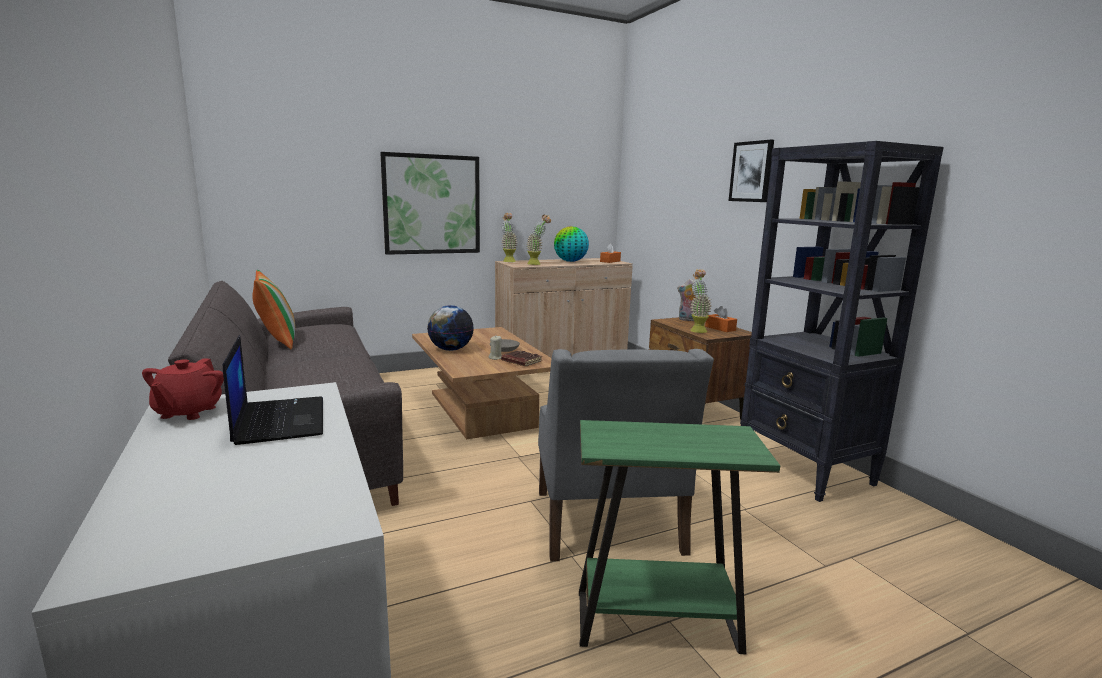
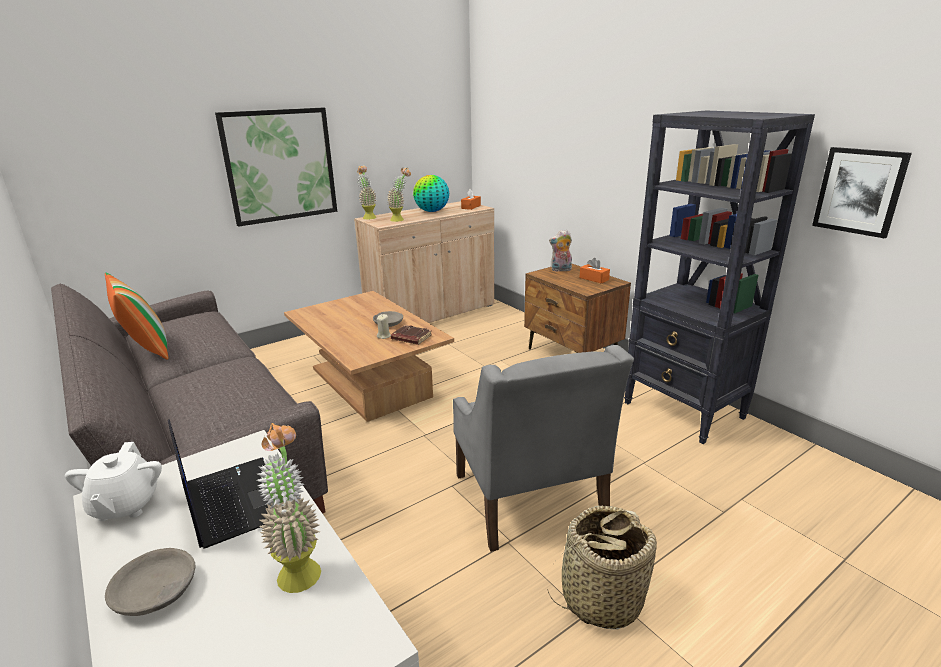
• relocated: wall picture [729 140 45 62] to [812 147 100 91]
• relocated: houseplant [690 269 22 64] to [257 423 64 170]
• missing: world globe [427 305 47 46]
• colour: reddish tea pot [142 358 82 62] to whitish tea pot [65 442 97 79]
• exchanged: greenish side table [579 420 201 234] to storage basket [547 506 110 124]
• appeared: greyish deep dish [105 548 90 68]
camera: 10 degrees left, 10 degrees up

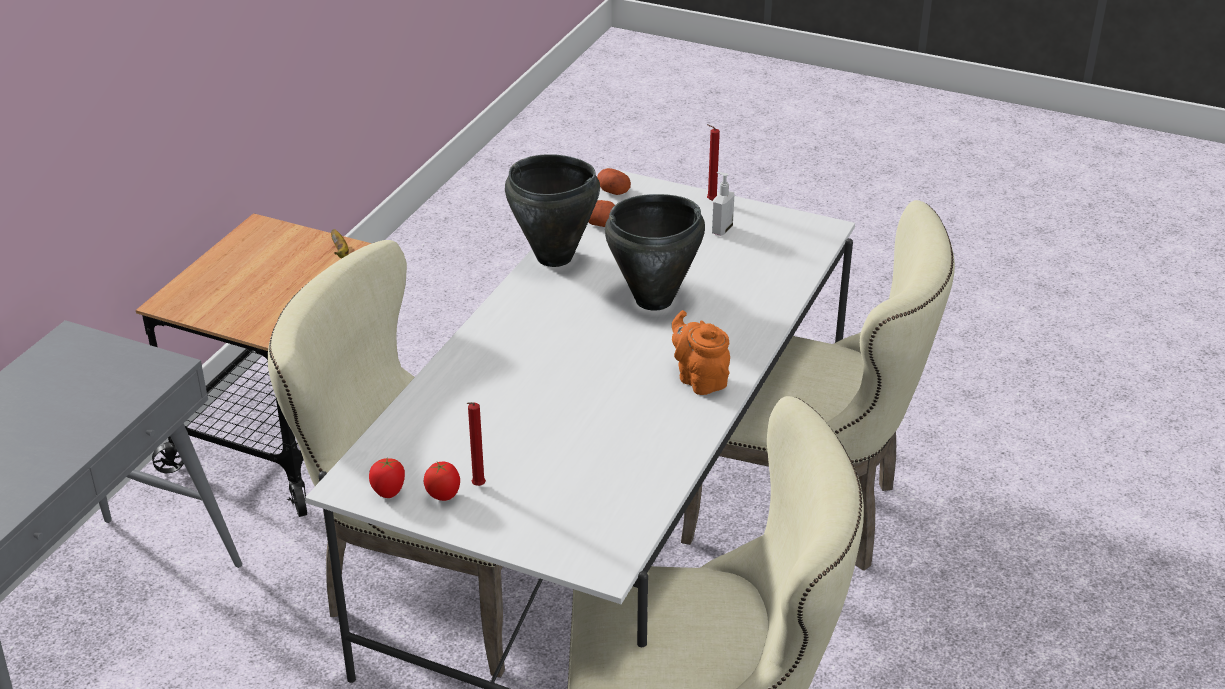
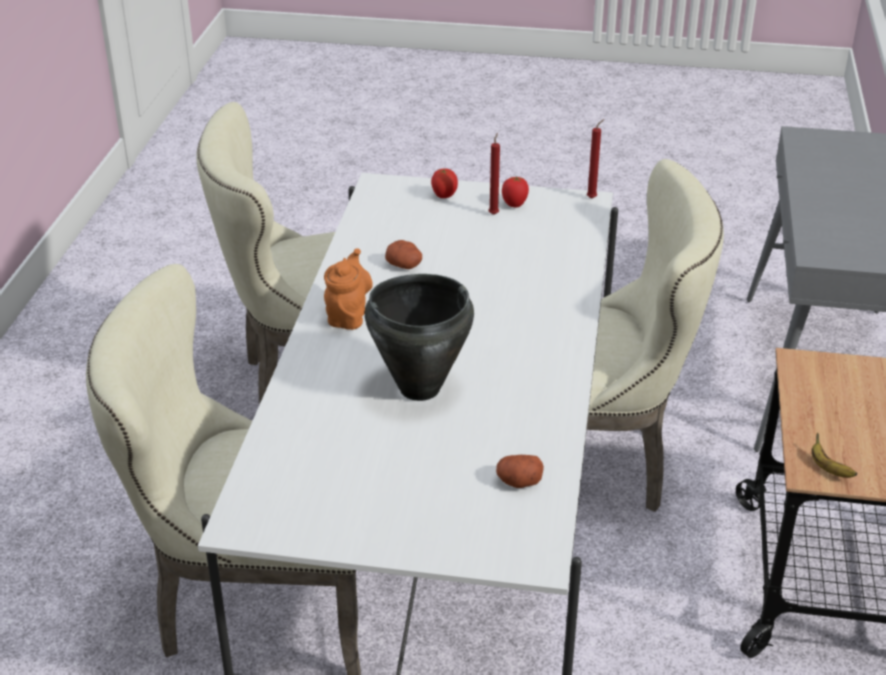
• relocated: reddish candle [707 124 13 77] to [587 119 17 80]
• missing: blackish stockpot [505 154 95 113]
• relocated: potato [597 168 34 27] to [385 240 37 29]
• missing: soap bottle [712 172 22 64]
• spun: orange-coloured tea pot [672 310 58 85] = [324 248 49 82] 120 degrees counterclockwise
• relocated: tomato [369 458 36 40] to [431 168 27 30]
camera: 165 degrees right, 0 degrees up

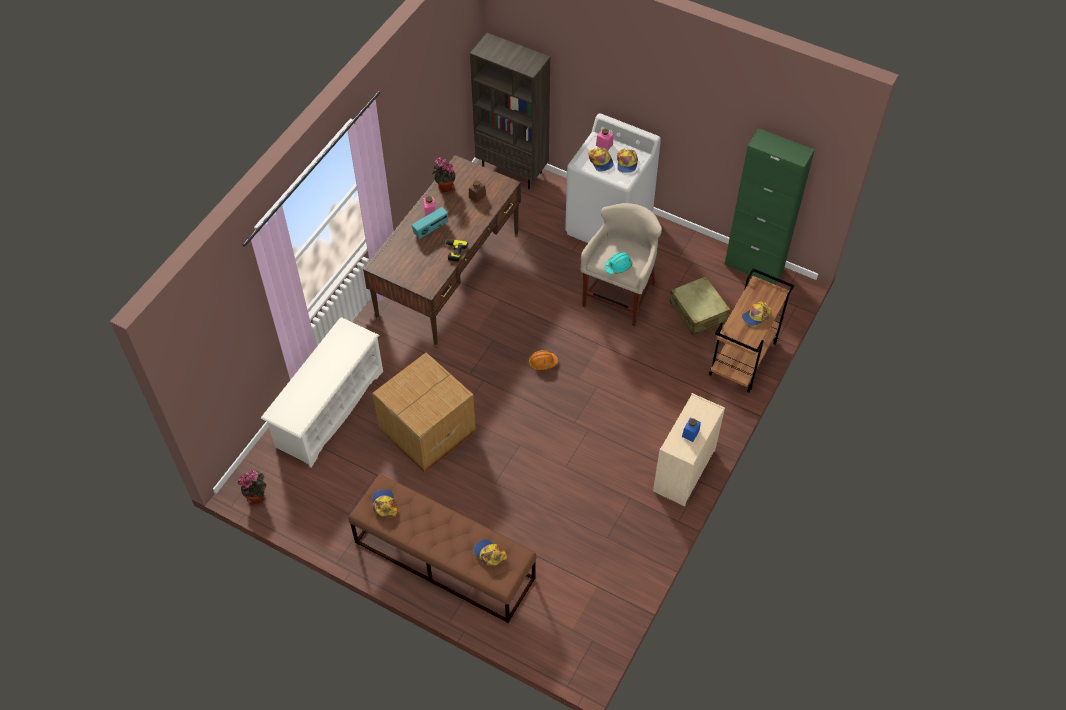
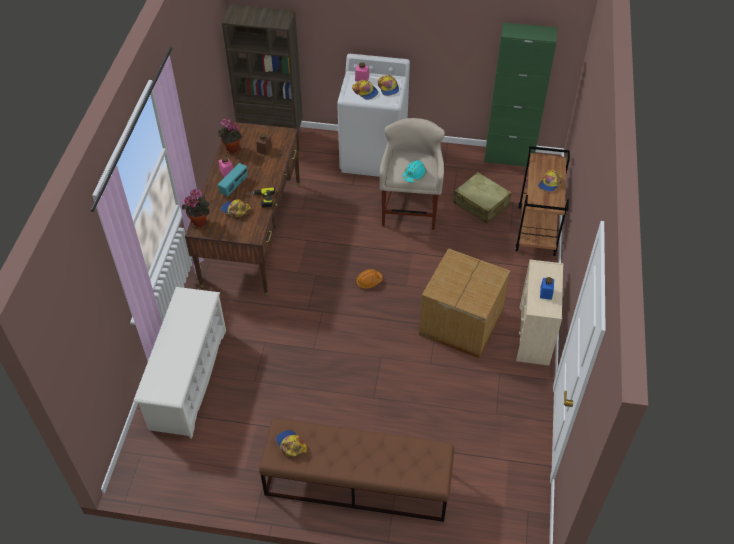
• relocated: packing box [372 352 104 121] to [419 248 91 110]
• relocated: houseplant [238 470 29 35] to [182 189 28 40]
• relocated: baseball cap [473 539 34 27] to [221 199 30 18]
camera: 20 degrees left, 5 degrees down

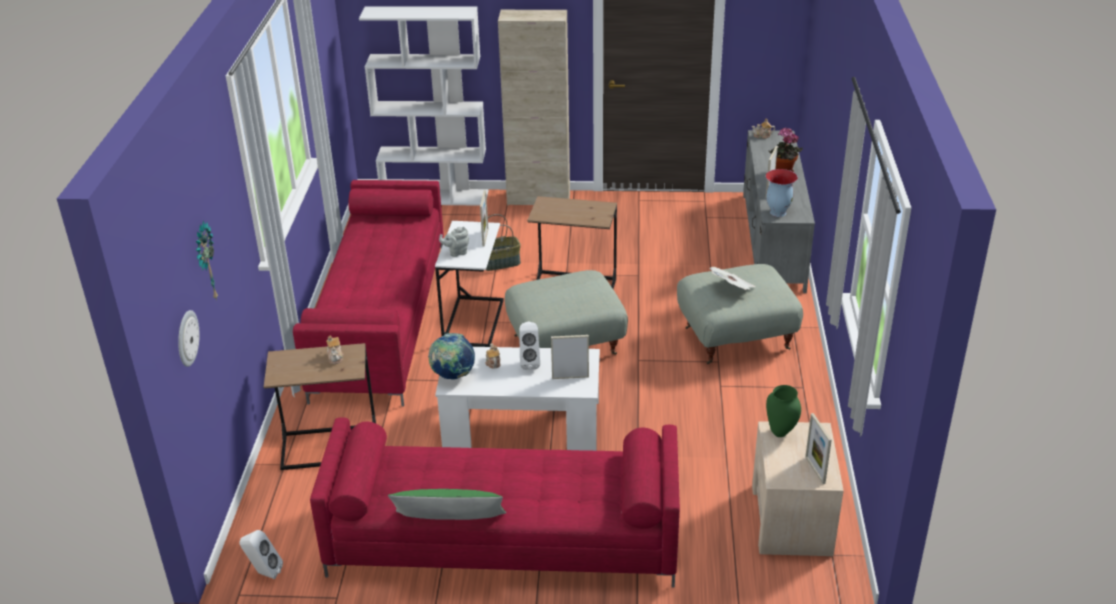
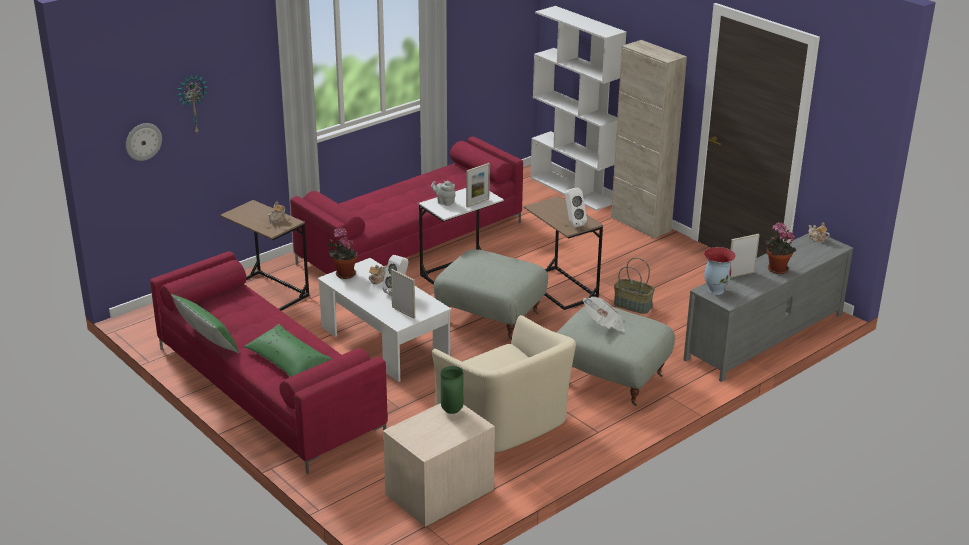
• relocated: storage basket [486 214 35 57] to [614 257 41 57]
• exchanged: world globe [428 333 47 46] to houseplant [328 227 29 52]
• missing: picture frame [805 413 27 71]
• relocated: whitish loudspeaker [239 530 44 49] to [565 188 22 39]
• appeared: sand-coloured armchair [432 315 144 138]
• appeared: greenish throw pillow [244 324 88 53]
camera: 45 degrees right, 5 degrees down

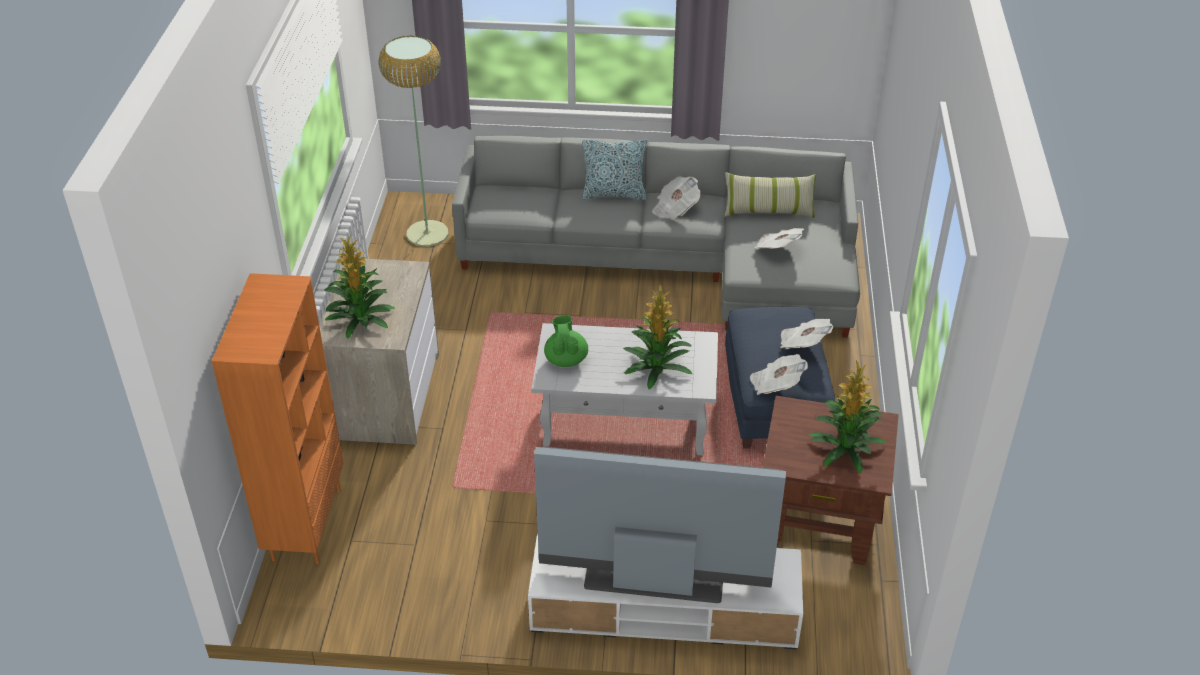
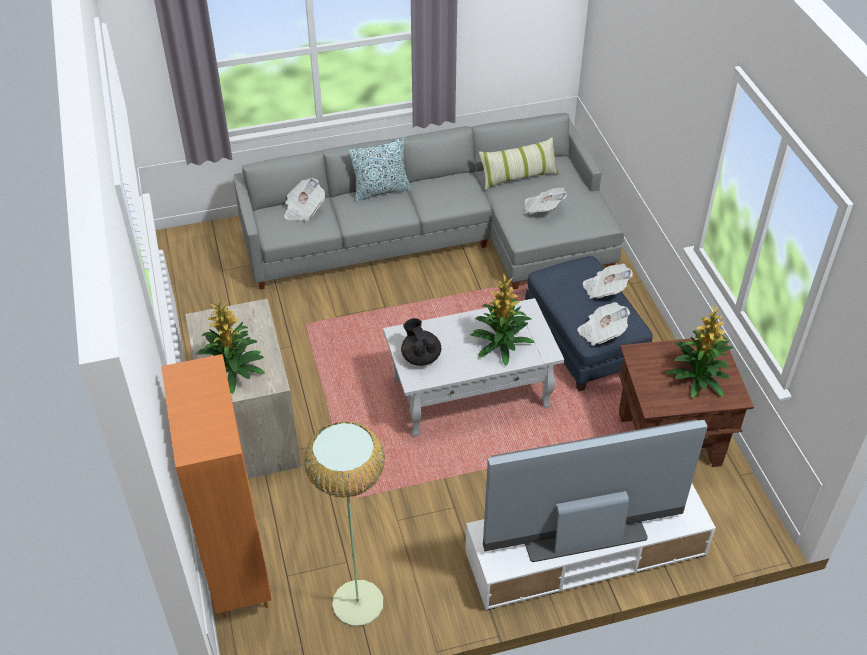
• relocated: standing lamp [379 35 70 212] to [304 421 81 206]
• relocated: newspaper [652 176 49 44] to [284 178 41 43]
• colour: greenish tea pot [544 315 44 52] to blackish tea pot [401 318 40 48]
camera: 20 degrees left, 5 degrees up

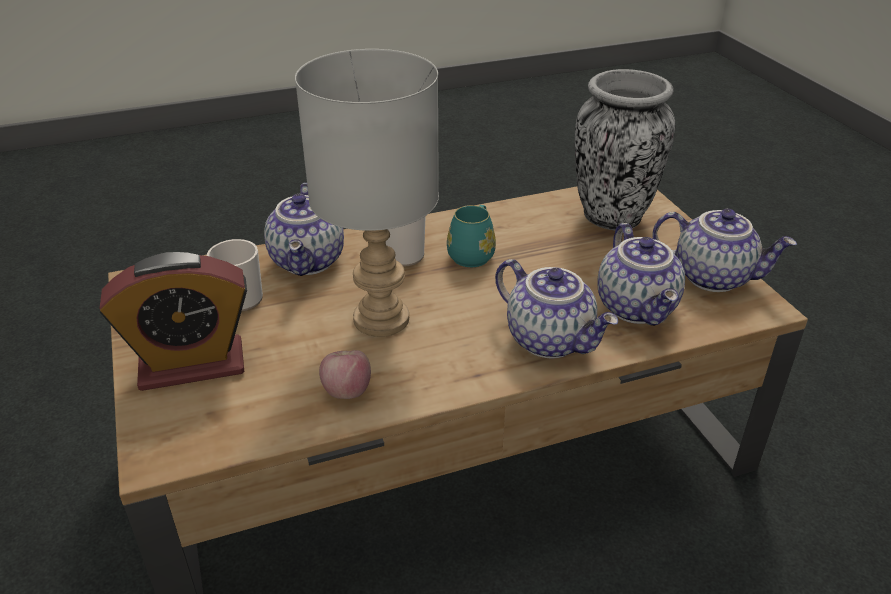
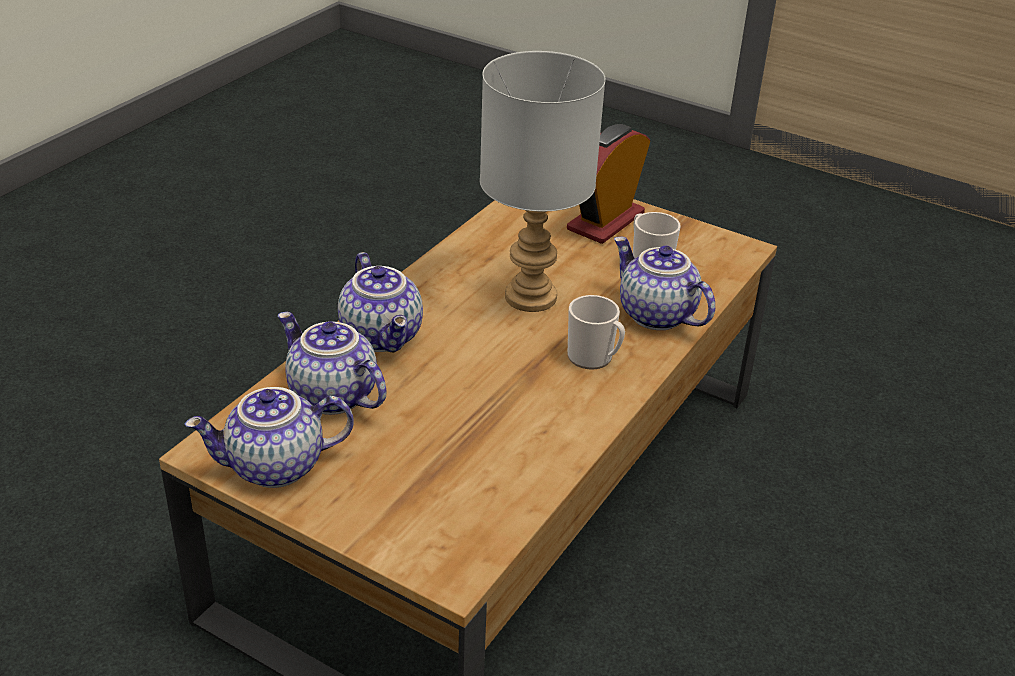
• missing: decorative vase [575 69 100 162]
• missing: blue-green mug [447 205 49 62]
• spun: tea pot [495 259 123 99] = [338 252 85 100] 120 degrees counterclockwise
• missing: whole apple [319 350 52 49]
camera: 140 degrees right, 0 degrees up

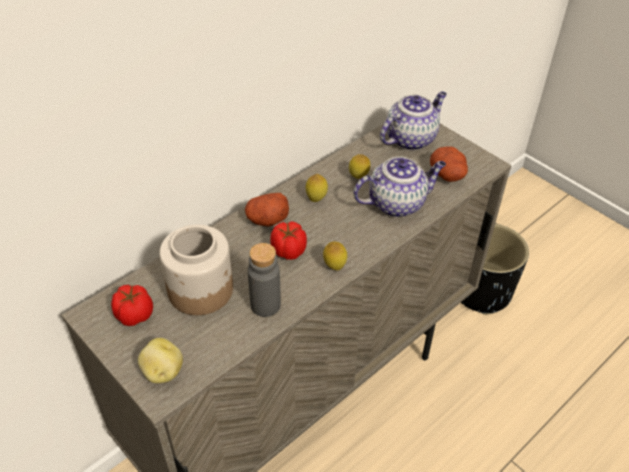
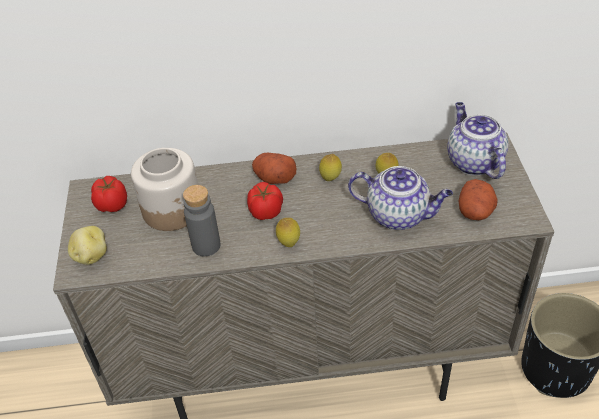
• spun: tea pot [380 91 67 59] = [447 102 61 77] 105 degrees counterclockwise
camera: 40 degrees right, 0 degrees up

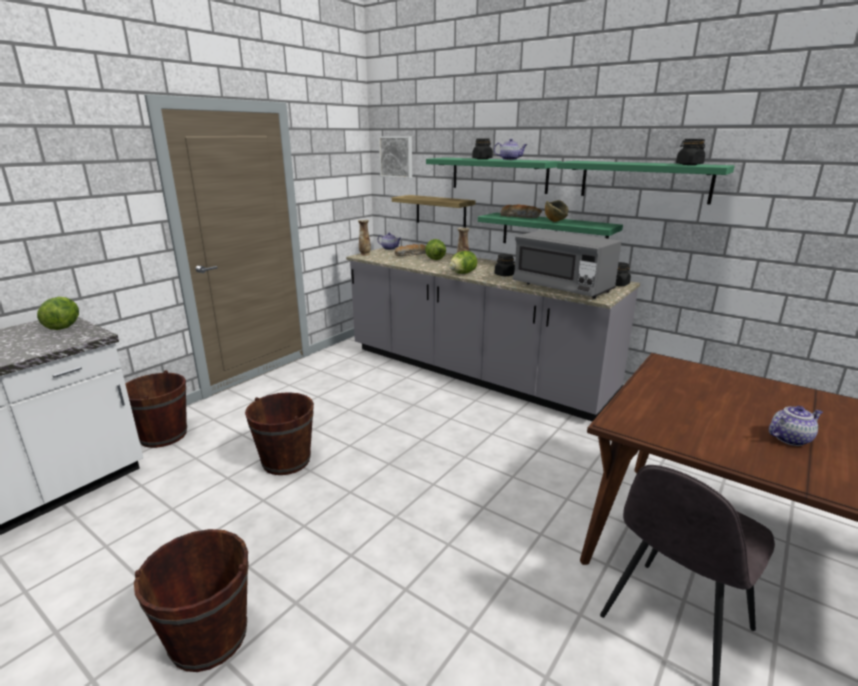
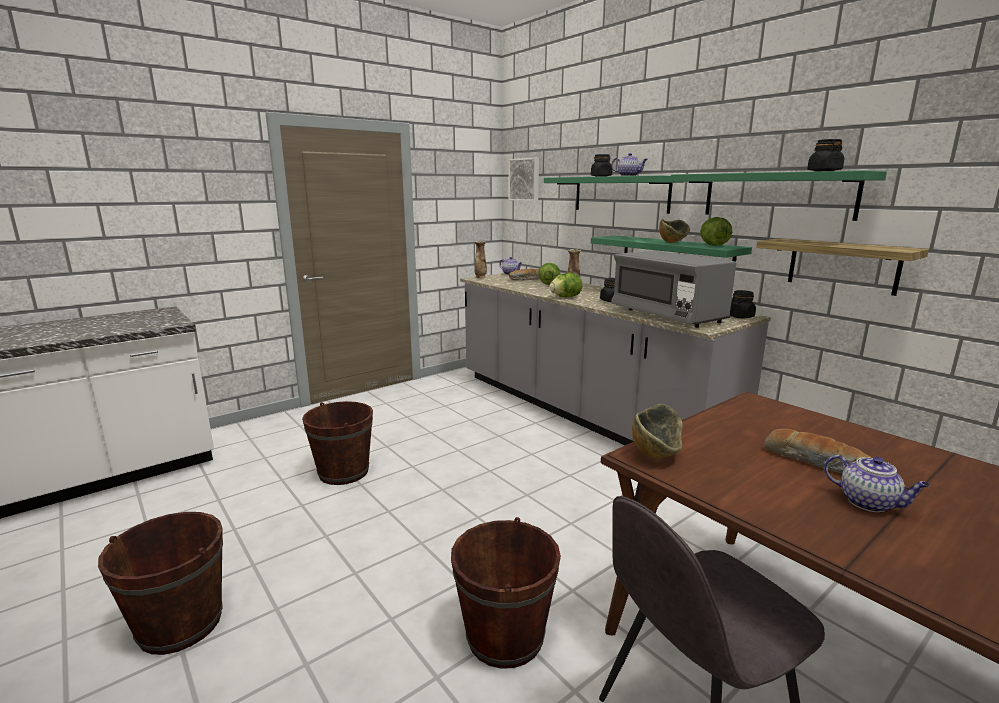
• relocated: wall shelf [392 195 83 33] to [756 238 173 58]
• relocated: baked bread [500 204 42 14] to [764 429 108 45]
• relocated: head of lettuce [37 297 42 33] to [700 217 32 29]
• relocated: brown-coloured pail [125 370 62 78] to [451 517 110 152]
• spun: tea pot [769 406 54 40] = [824 455 106 57] 45 degrees clockwise
• appeared: deep dish [632 404 51 54]
camera: 15 degrees right, 5 degrees down

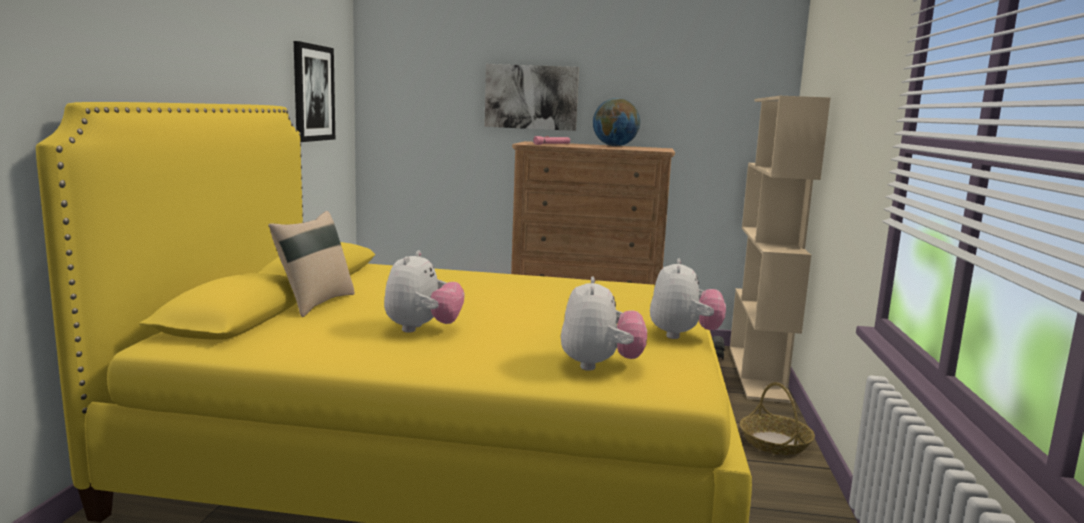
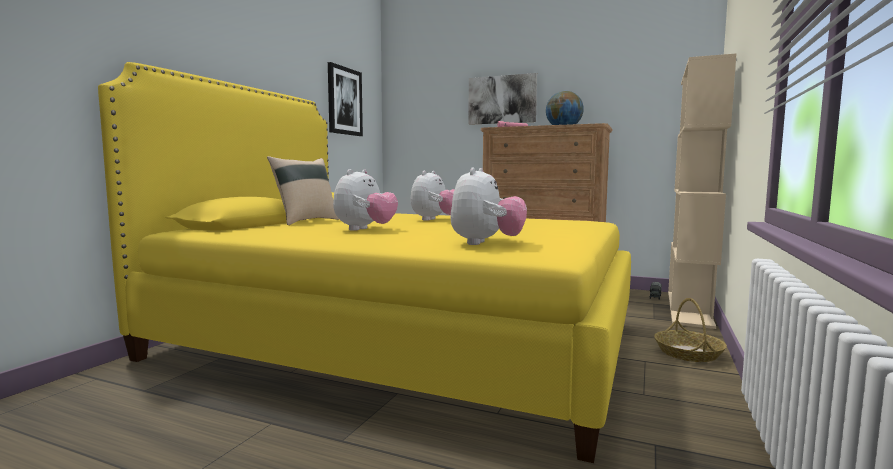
• relocated: cuddly toy [650 259 76 80] to [410 171 45 50]
camera: 15 degrees right, 5 degrees down

